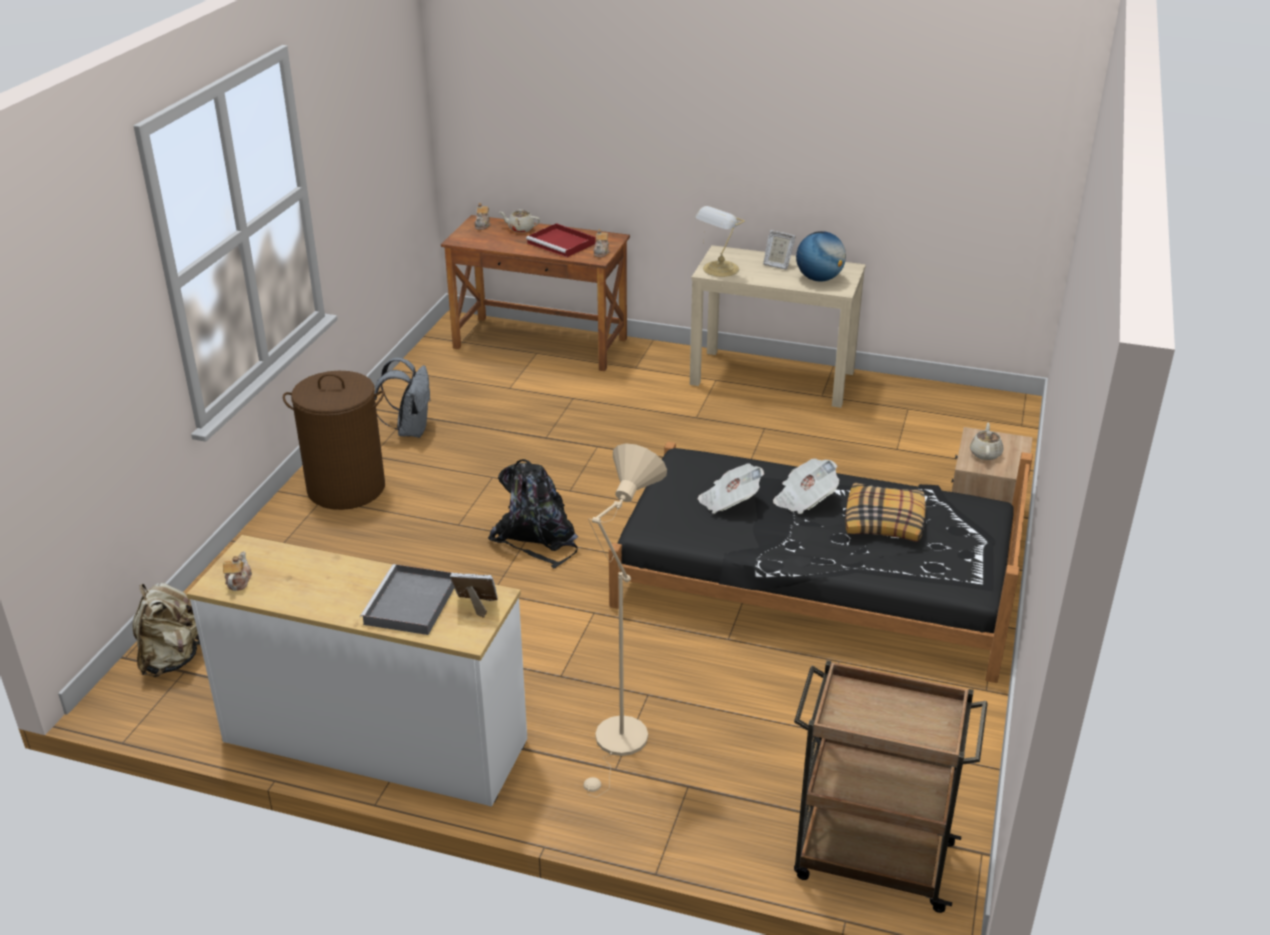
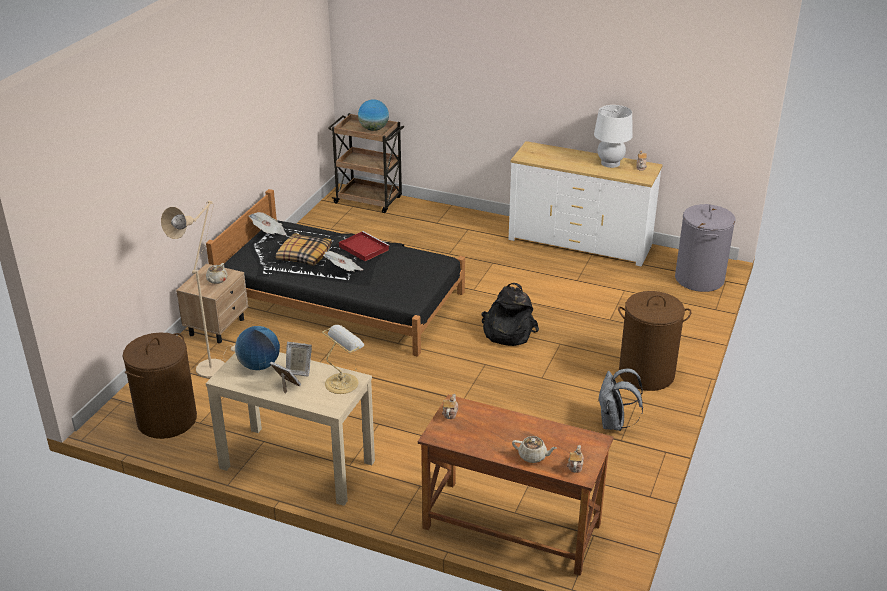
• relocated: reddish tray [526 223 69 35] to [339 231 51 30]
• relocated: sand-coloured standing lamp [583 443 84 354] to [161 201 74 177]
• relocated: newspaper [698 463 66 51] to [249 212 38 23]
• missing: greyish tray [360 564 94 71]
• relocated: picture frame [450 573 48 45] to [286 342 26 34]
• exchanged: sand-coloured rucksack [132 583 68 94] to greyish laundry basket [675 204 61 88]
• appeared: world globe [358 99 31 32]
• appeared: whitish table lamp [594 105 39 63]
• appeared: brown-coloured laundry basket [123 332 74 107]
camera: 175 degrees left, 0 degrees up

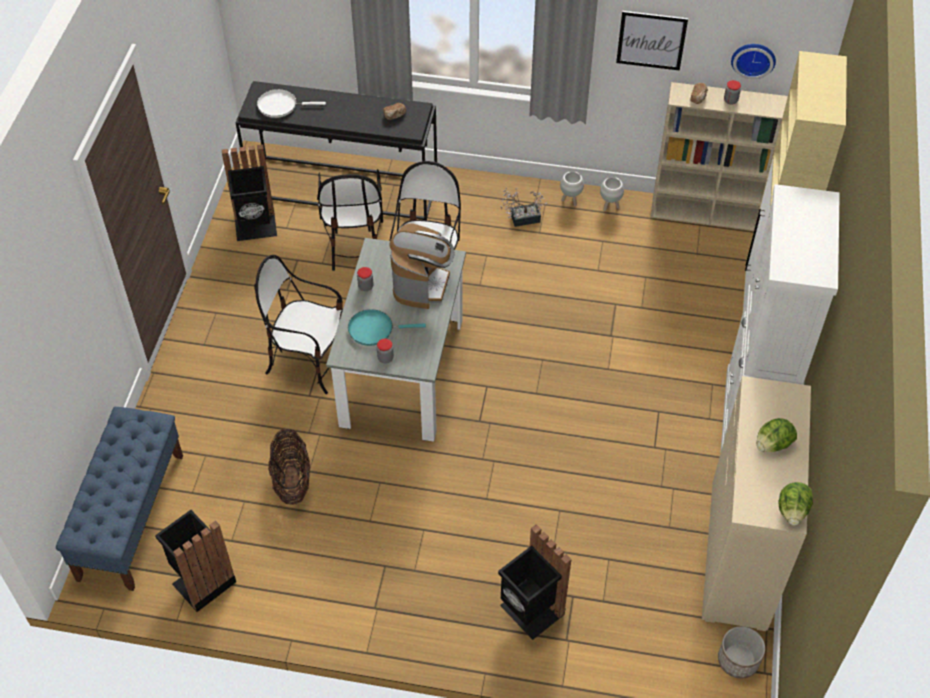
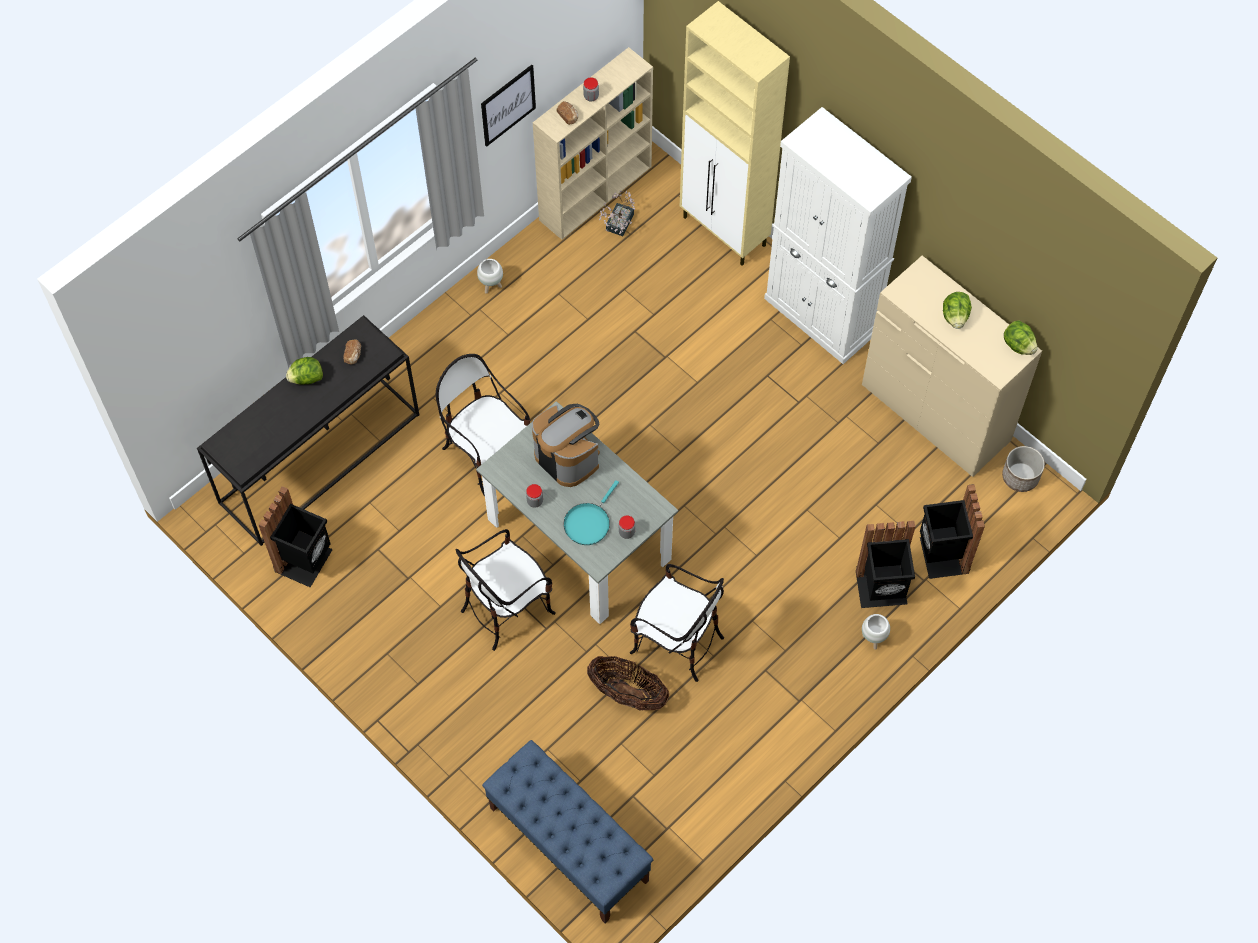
• missing: clock on the wall [731 44 45 35]
• missing: whitish pan [257 89 69 29]
• relocated: plain chair [317 169 66 102] to [630 564 94 118]
• relocated: whitish planter [600 177 24 34] to [862 614 28 36]
• relocated: houseplant [500 188 47 39] to [599 191 36 45]
• relocated: blackish rubbish bin [155 510 81 102] to [920 484 65 95]
• appeared: head of lettuce [286 357 37 28]
camera: 55 degrees left, 10 degrees up

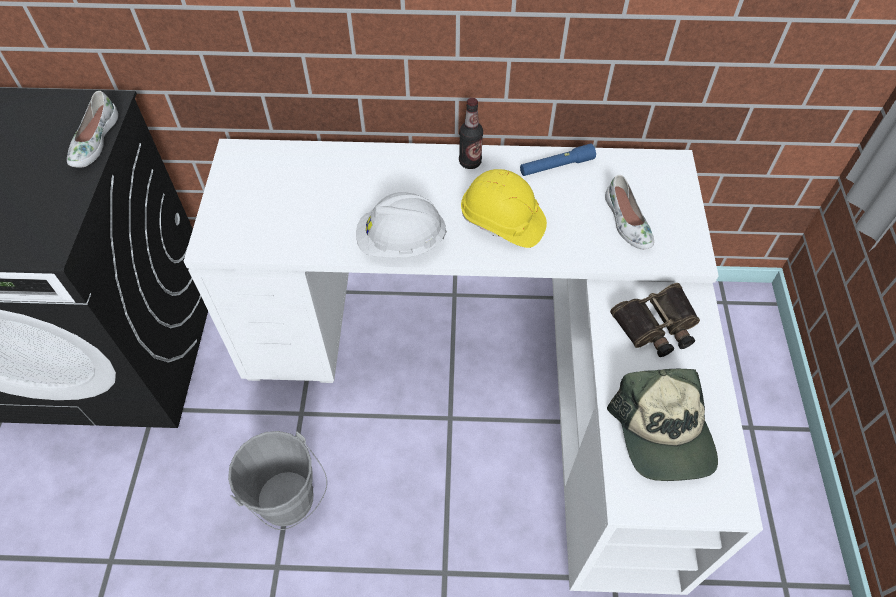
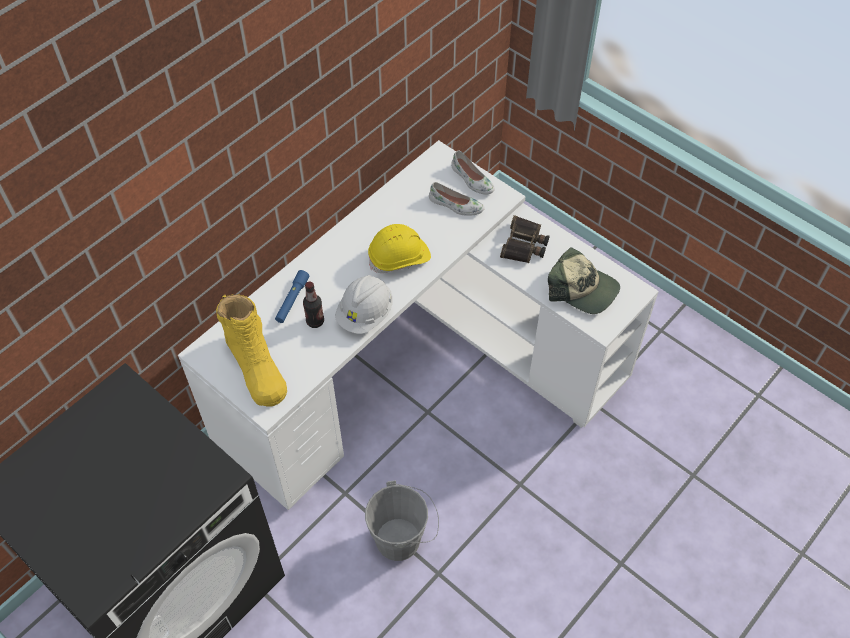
• relocated: whitish low shoe [67 91 51 77] to [451 150 44 45]
• relocated: beverage bottle [459 98 24 71] to [303 281 21 47]
• relocated: bluish hand torch [520 144 76 32] to [275 270 34 53]
• appeared: yellow-coloured high-top boot [216 294 71 113]
camera: 50 degrees left, 0 degrees up

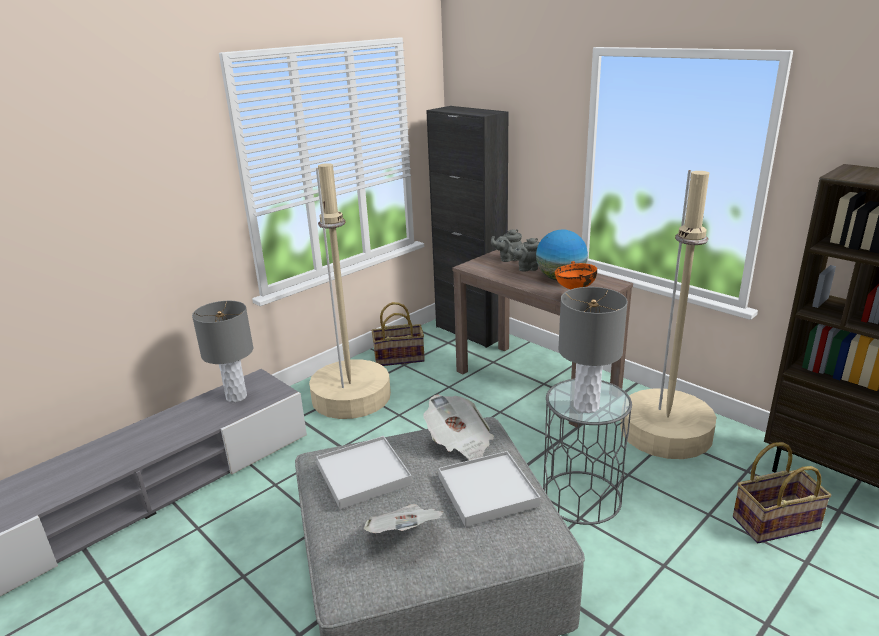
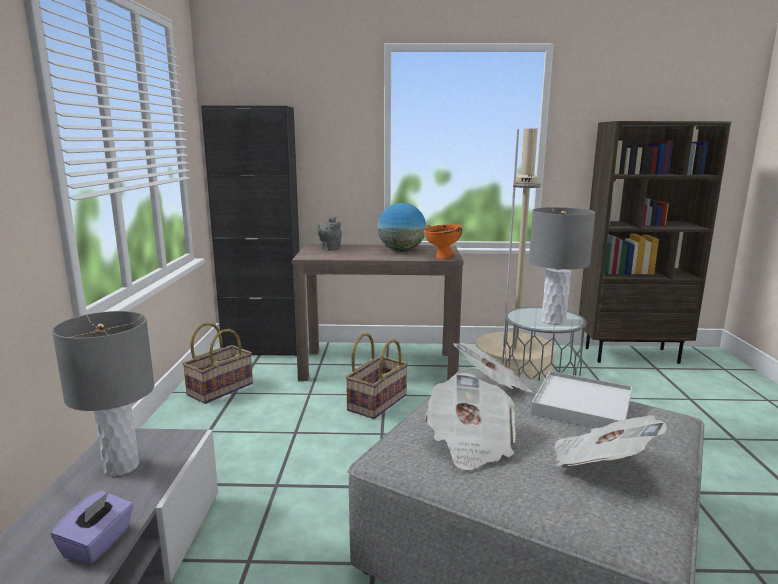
• missing: sand-coloured standing lamp [309 163 82 256]
• missing: greyish tea pot [508 238 32 34]
• exchanged: whitish tray [316 436 96 73] to newspaper [425 373 91 97]
• relocated: storage basket [733 442 98 101] to [345 333 63 86]
• appeared: purple-coloured tissue holder [51 490 83 73]
camera: 45 degrees left, 10 degrees down

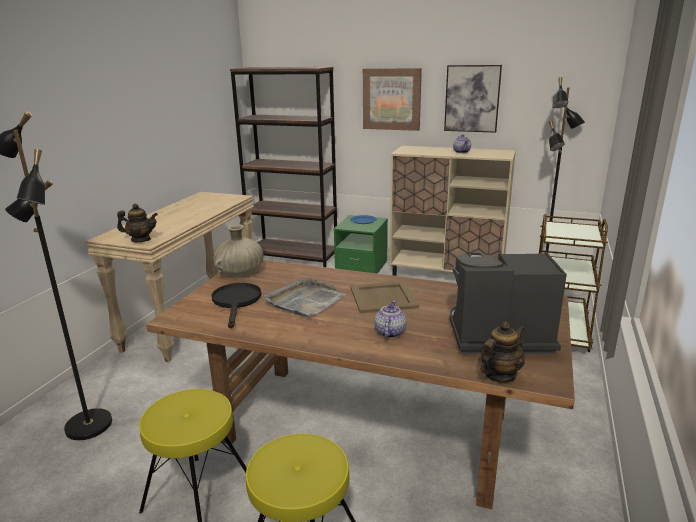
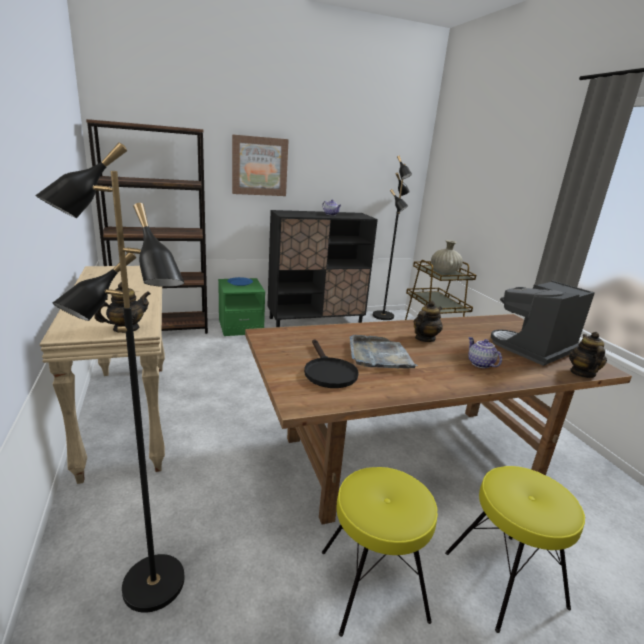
• missing: wall picture [444 65 58 68]
• colour: sand-coloured storage cabinet [390 146 126 130] to blackish storage cabinet [267 210 111 117]
• relocated: sand-coloured decorative vase [213 224 50 52] to [431 240 32 33]
• exchanged: sand-coloured tray [350 281 69 32] to tea pot [414 301 29 41]
• spun: blackish pan [212 283 50 45] = [304 339 55 49] 150 degrees counterclockwise
camera: 40 degrees left, 0 degrees up

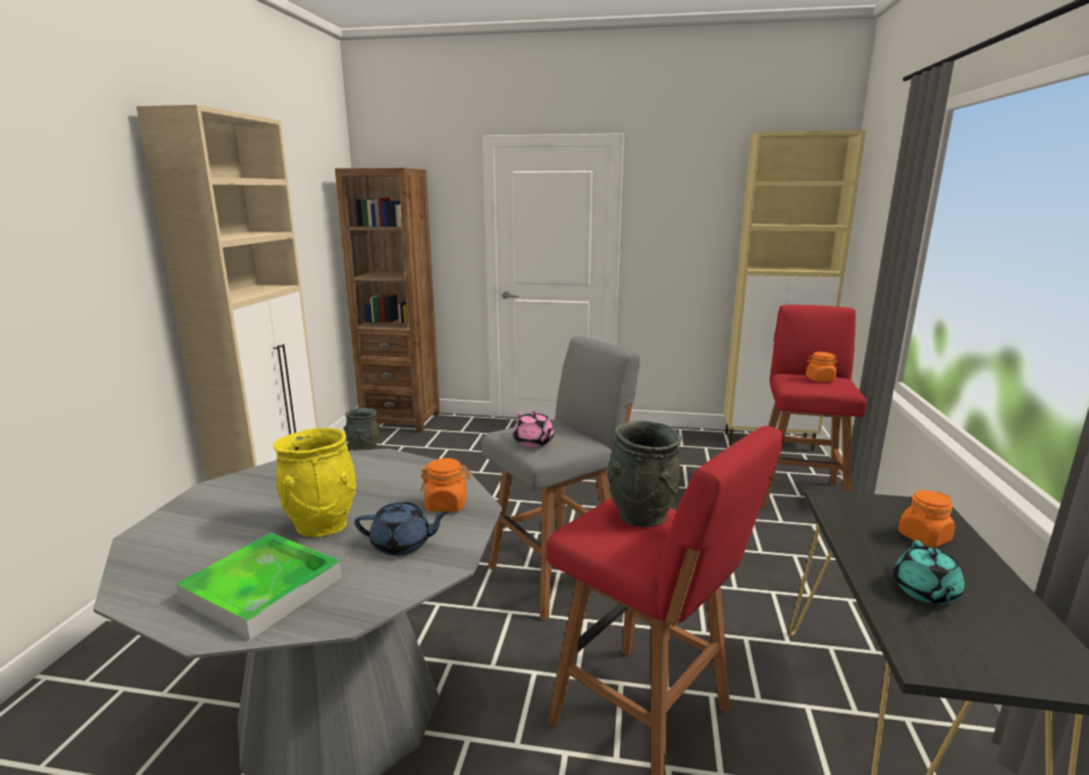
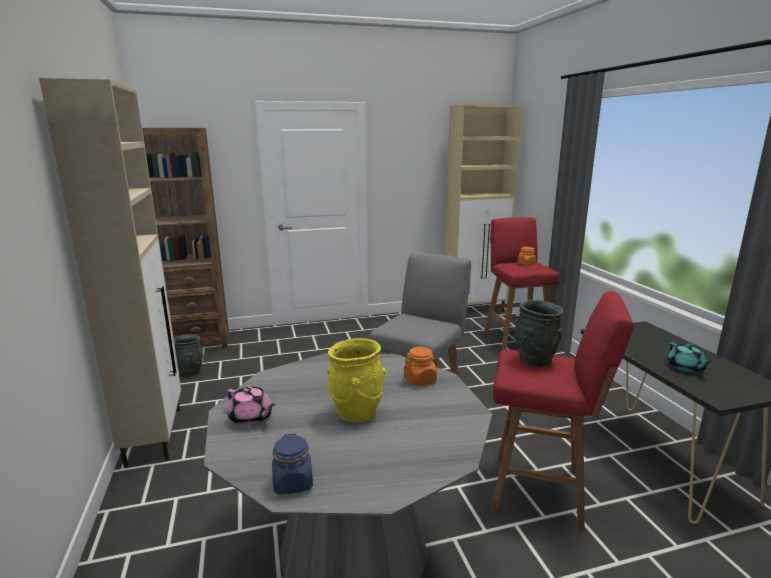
• relocated: pink tea pot [513 411 41 36] to [226 387 49 39]
• missing: orange-coloured preserve jar [898 490 57 57]
• missing: bluish tea pot [354 502 95 54]
• missing: tray [176 533 166 107]
• appeared: bluish preserve jar [272 433 41 62]
camera: 25 degrees left, 0 degrees up

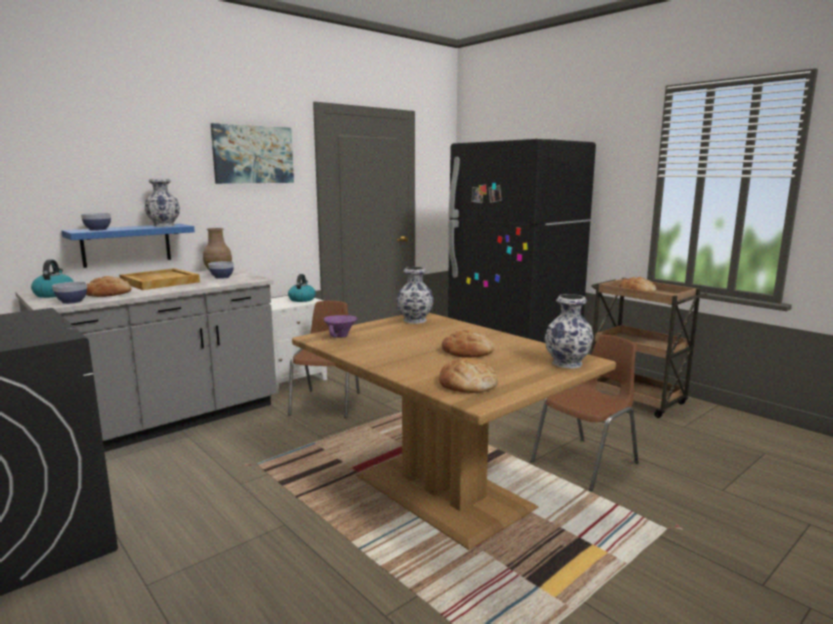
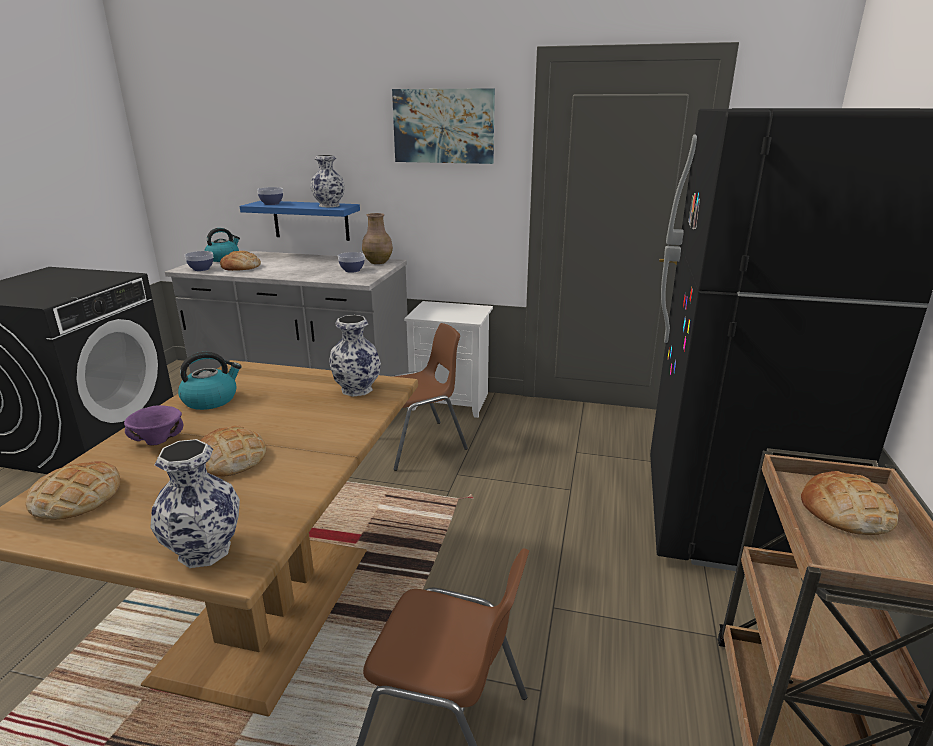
• missing: sand-coloured tray [119 268 81 22]
• relocated: tea kettle [288 274 28 28] to [178 352 64 58]
• relocated: purple-coloured deep dish [324 315 33 23] to [124 405 59 41]
camera: 55 degrees right, 10 degrees up

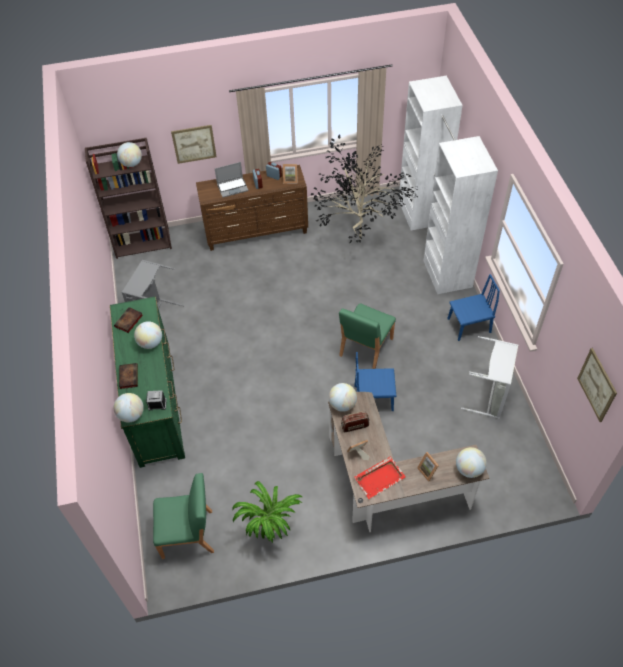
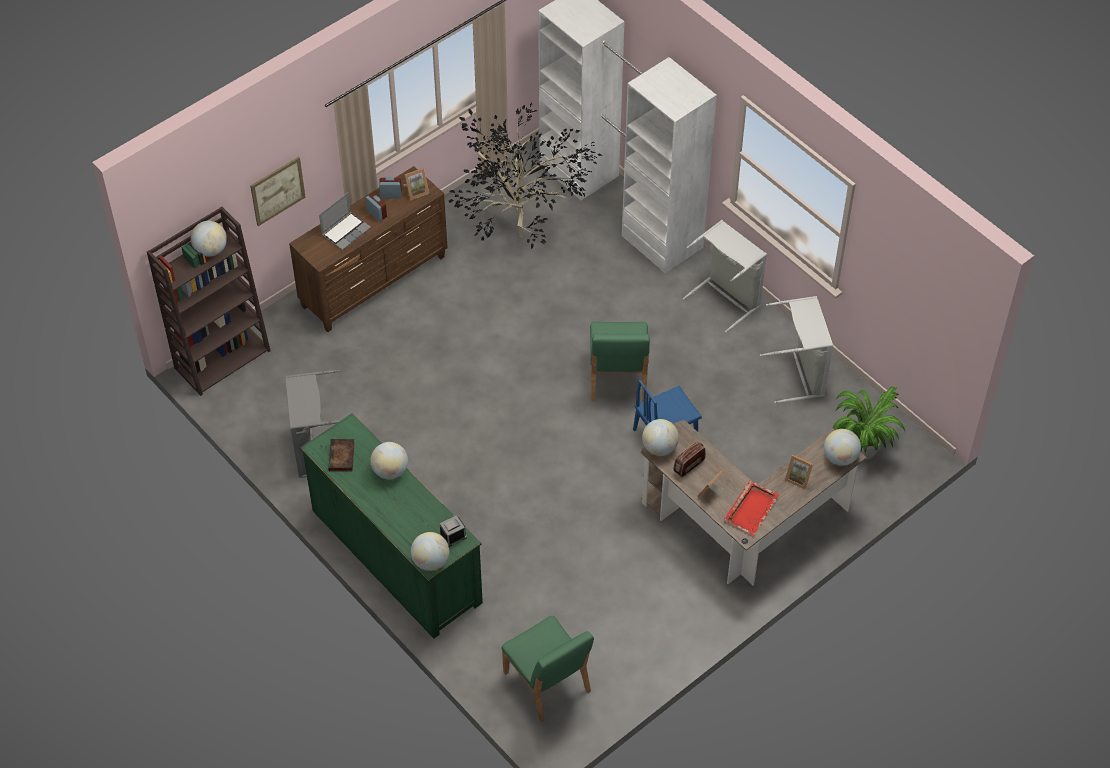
• exchanged: bluish plain chair [447 274 53 67] to greyish laundry basket [683 220 84 113]
• missing: wall picture [577 348 40 74]
• missing: volume [119 363 19 26]
• spun: greenish plain chair [153 473 61 86] = [501 616 93 106] 90 degrees clockwise
• relocated: houseplant [232 481 70 62] to [833 387 73 73]
camera: 30 degrees left, 0 degrees up

